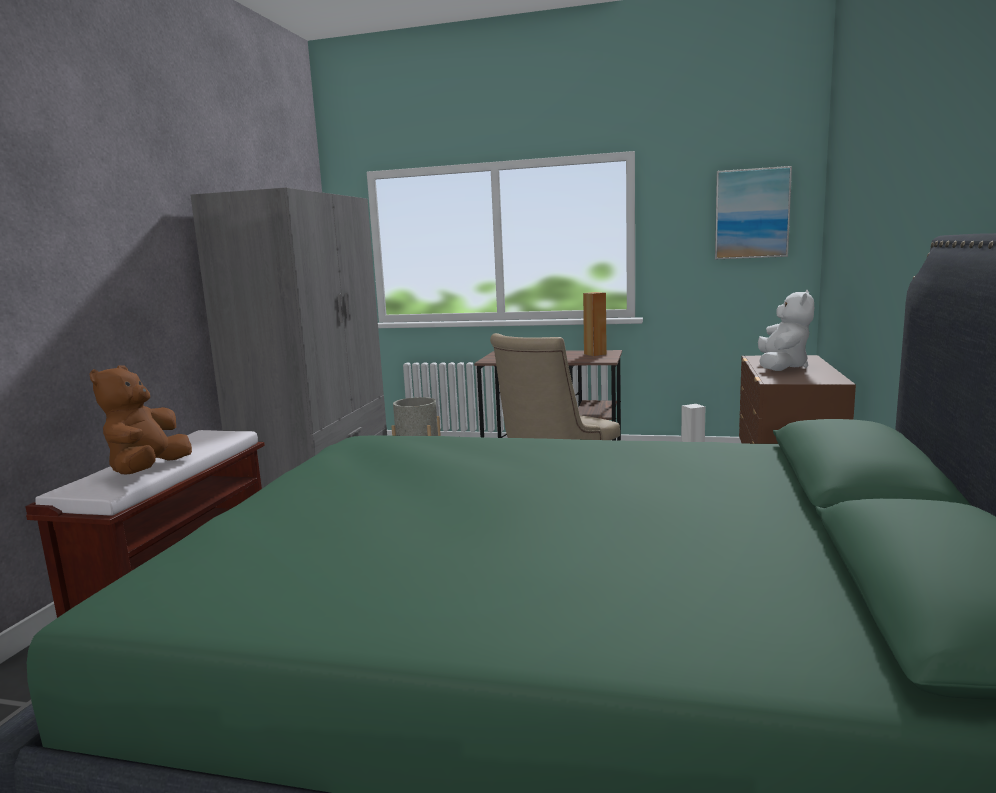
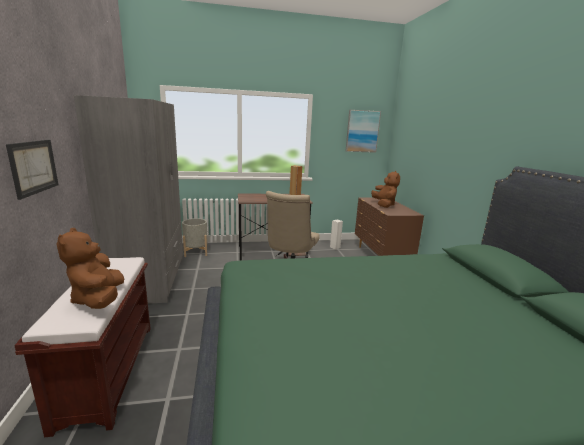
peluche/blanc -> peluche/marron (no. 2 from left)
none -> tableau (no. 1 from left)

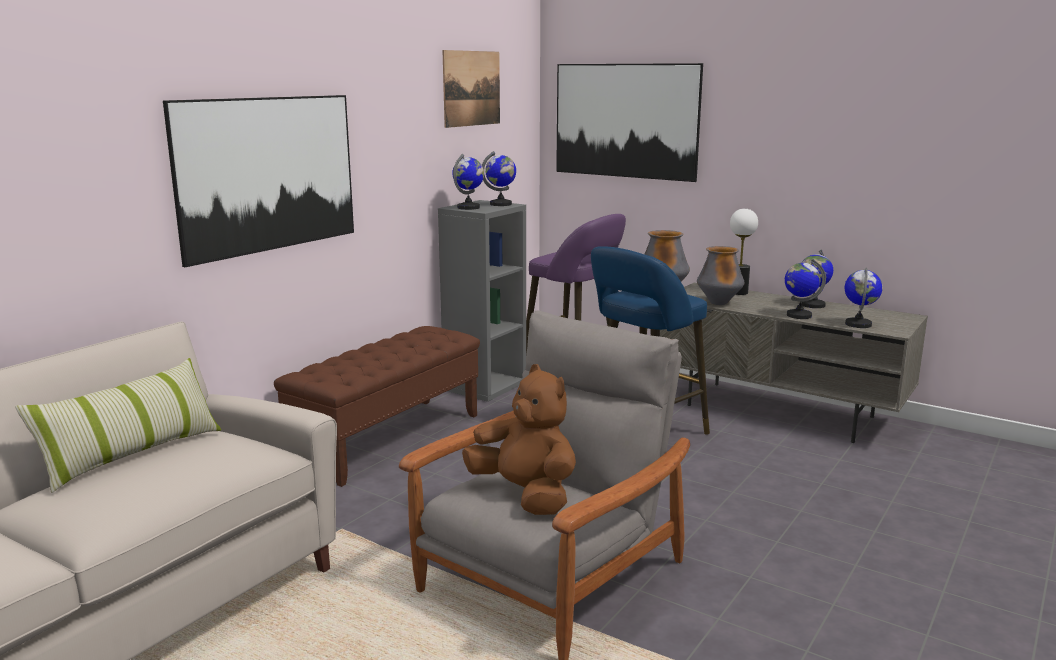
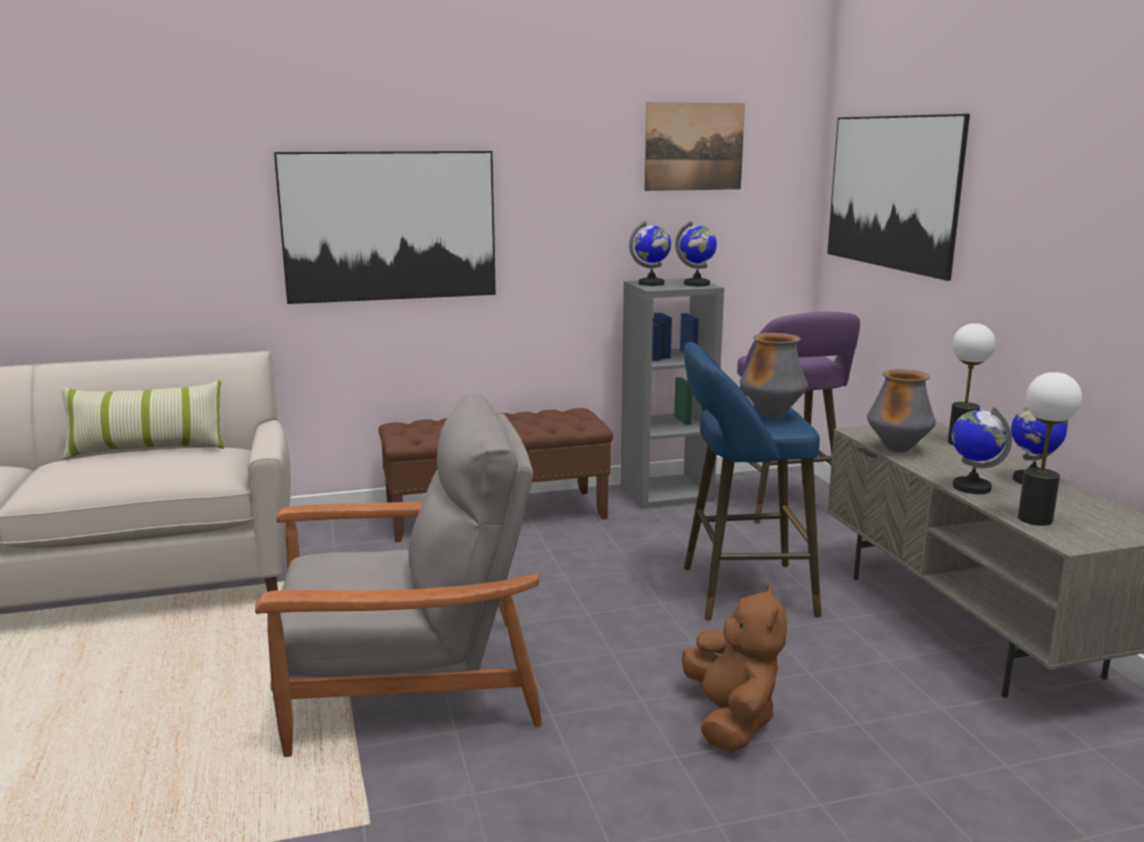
globe (no. 5 from left) -> lampe de table (no. 2 from left)
peluche/marron, shifted

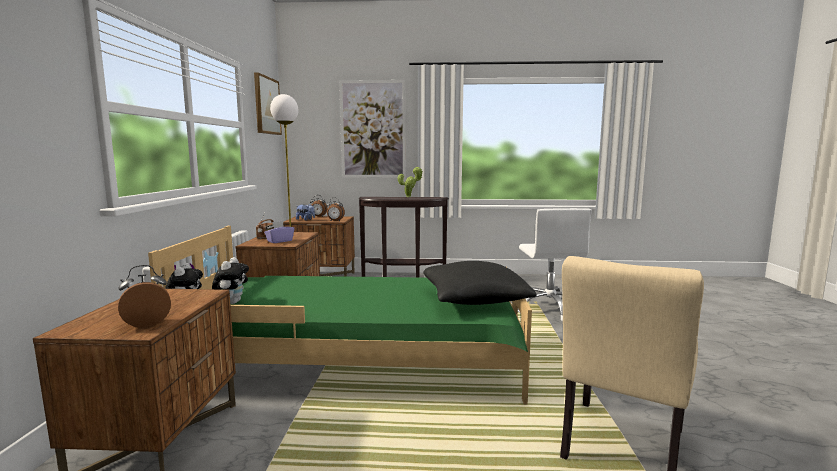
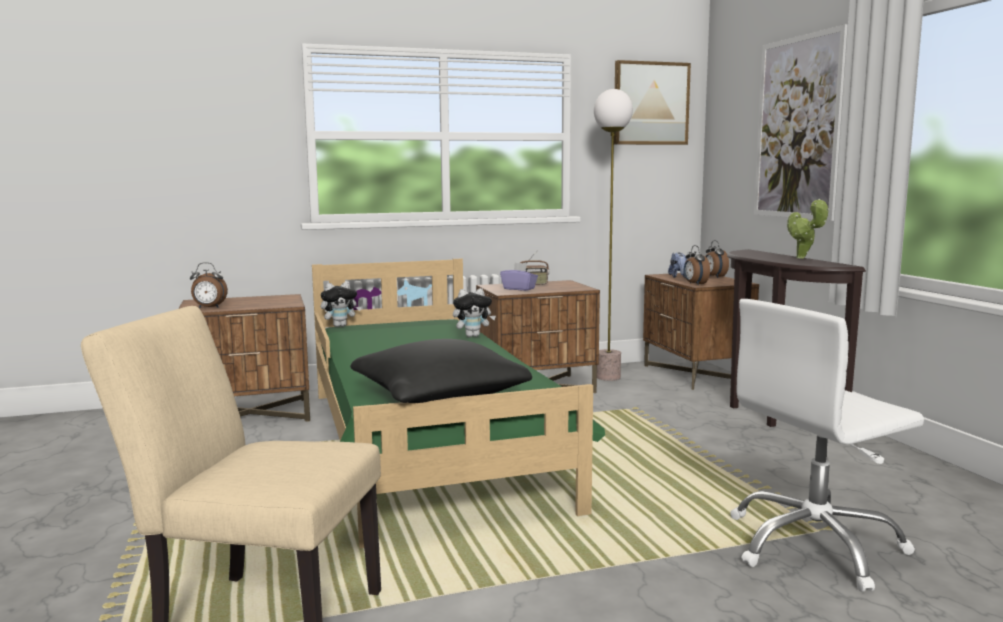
peluche (no. 2 from left), shifted
réveil (no. 1 from left), 135 degrees clockwise

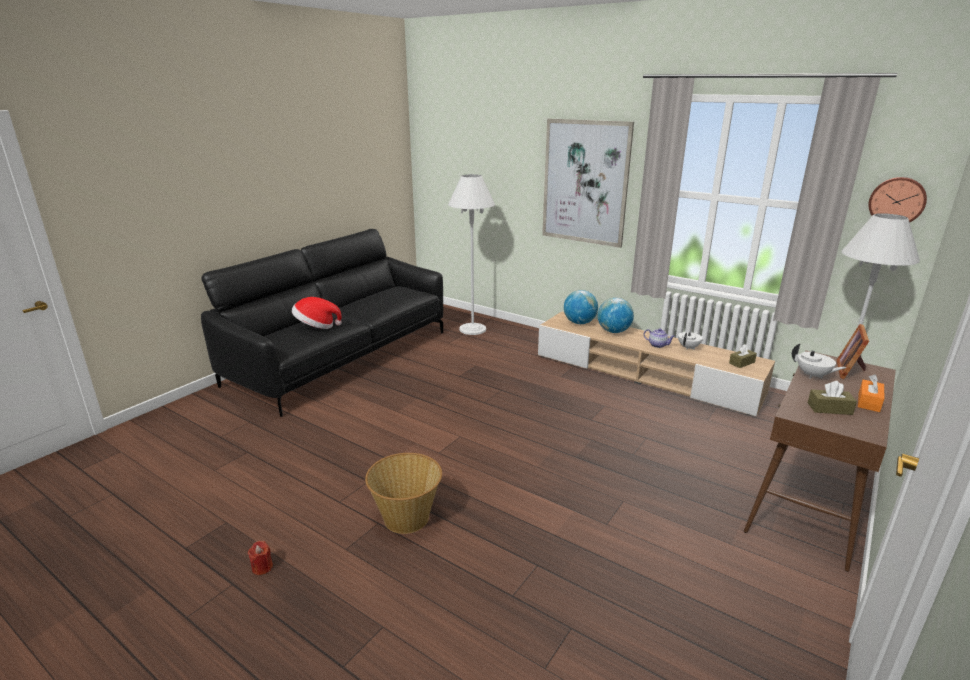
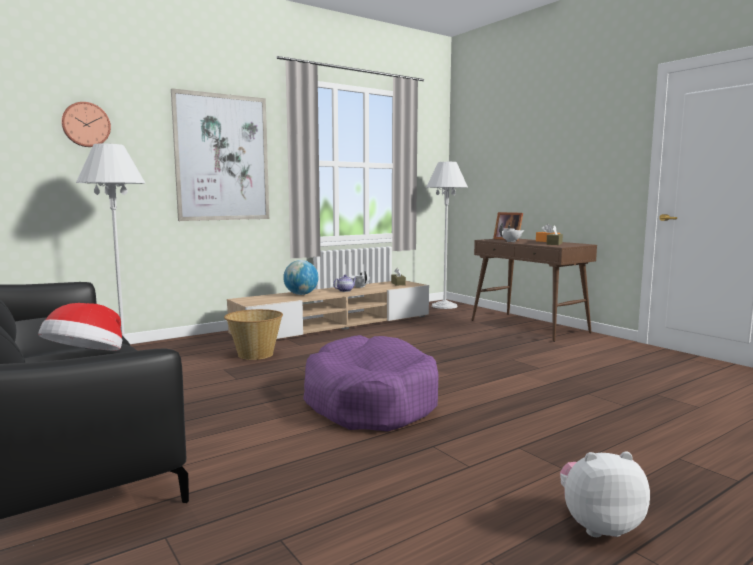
horloge murale, shifted
globe (no. 1 from left) -> none
panier, shifted
bougie/rouge -> peluche
none -> panier pour chien/violet

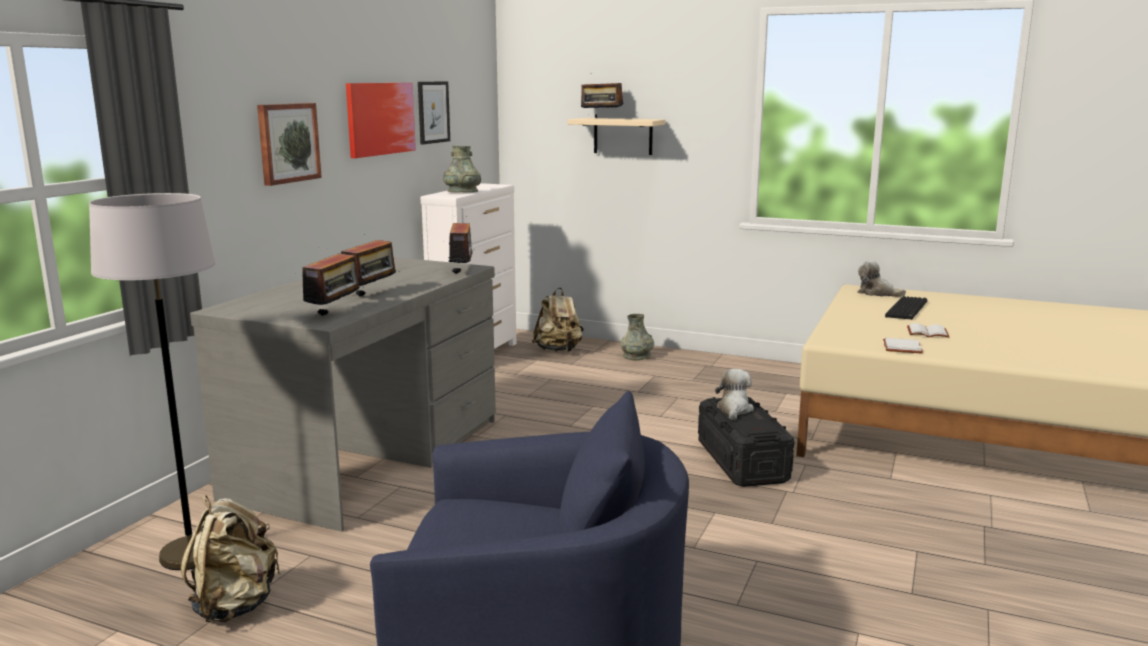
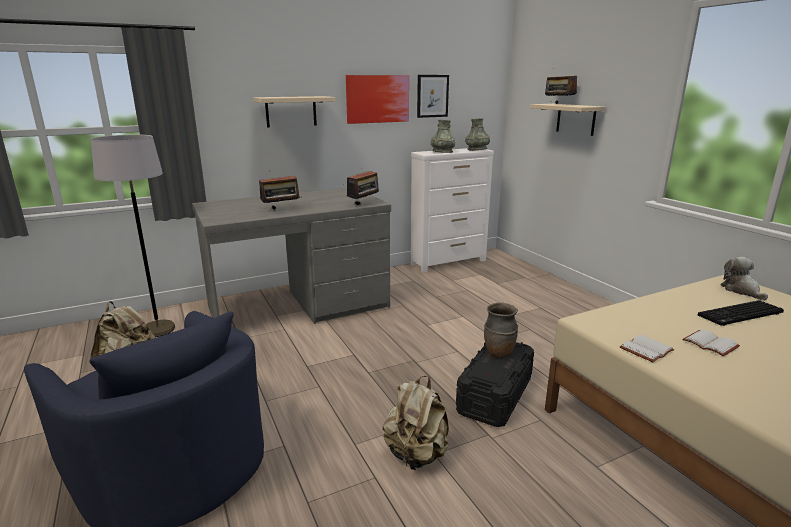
tableau (no. 1 from left) -> étagère/beige (no. 1 from left)
radio (no. 1 from left) -> none
sac à dos/beige (no. 2 from left), shifted
vase/gris (no. 2 from left), shifted
peluche (no. 1 from left) -> vase/marron

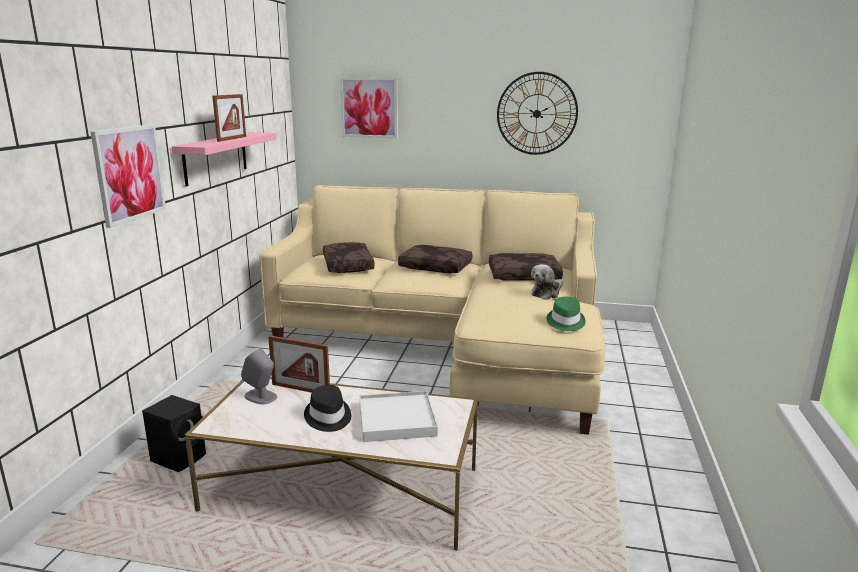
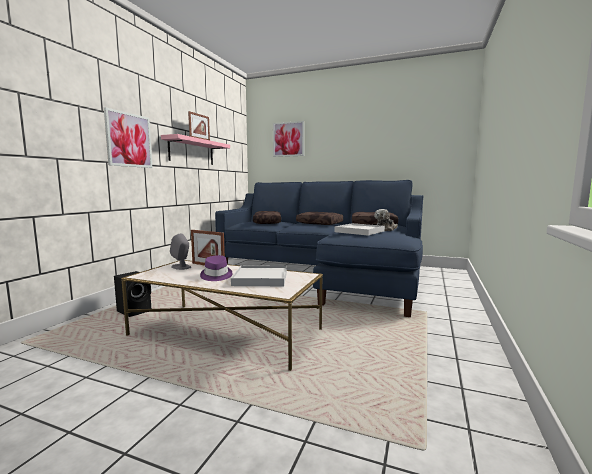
horloge murale -> none
canapé/beige -> canapé/bleu
chapeau/vert -> none
chapeau/noir -> chapeau/violet
none -> plateau/blanc (no. 2 from left)

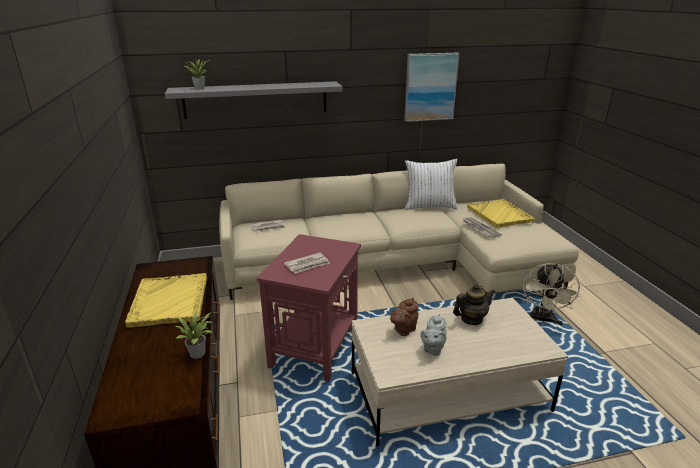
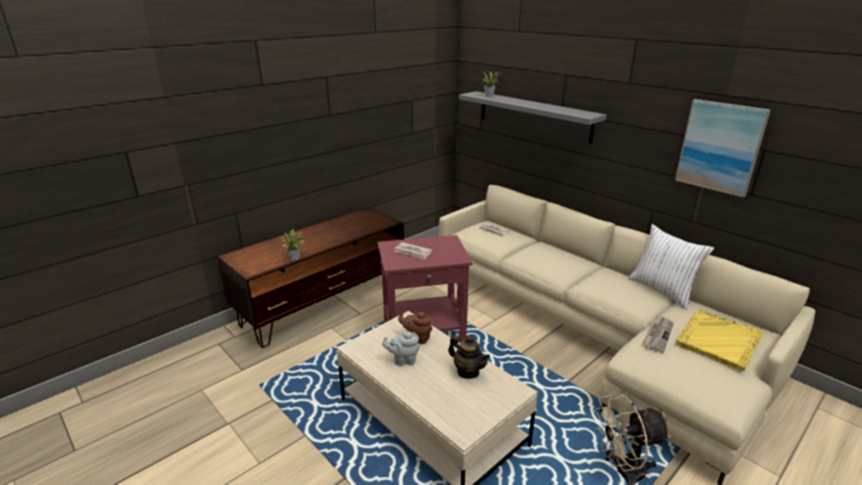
plateau/jaune (no. 1 from left) -> none

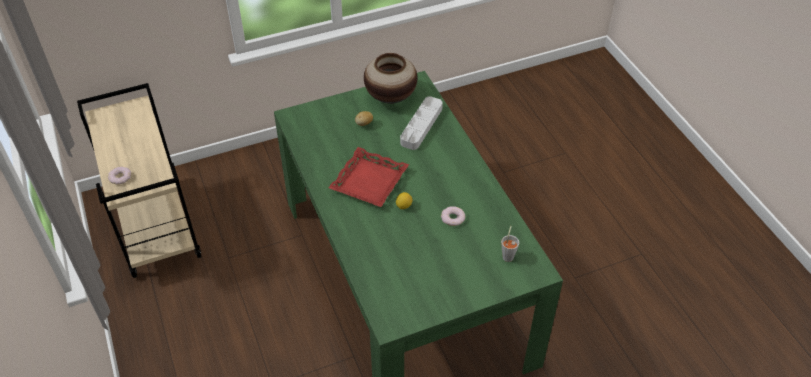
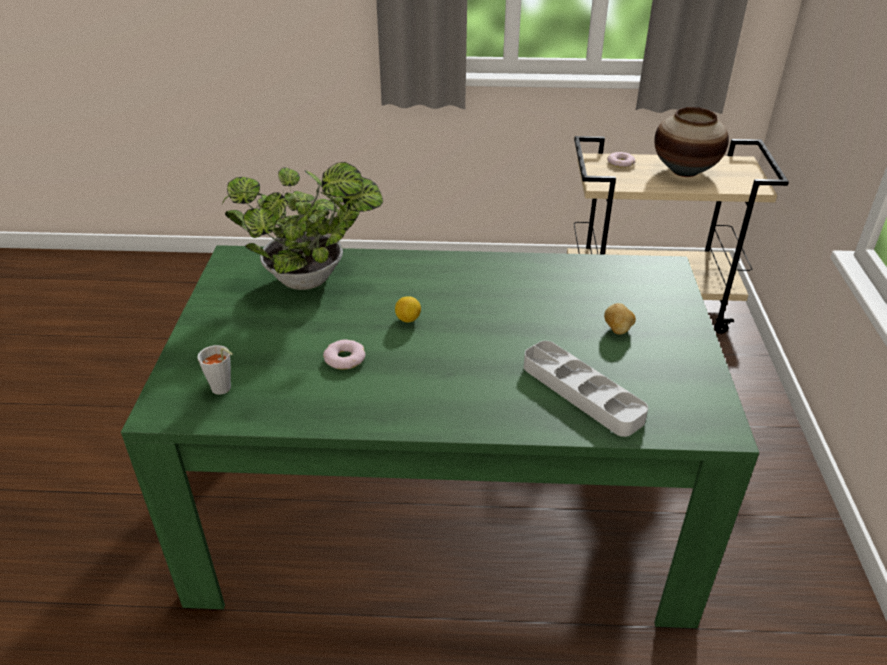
vase, shifted
plateau/rouge -> none
none -> plante en pot

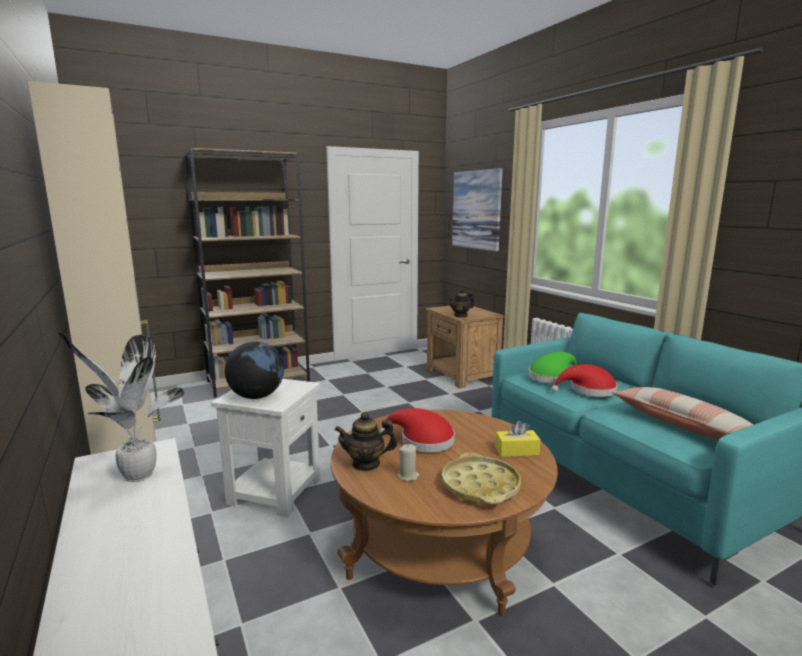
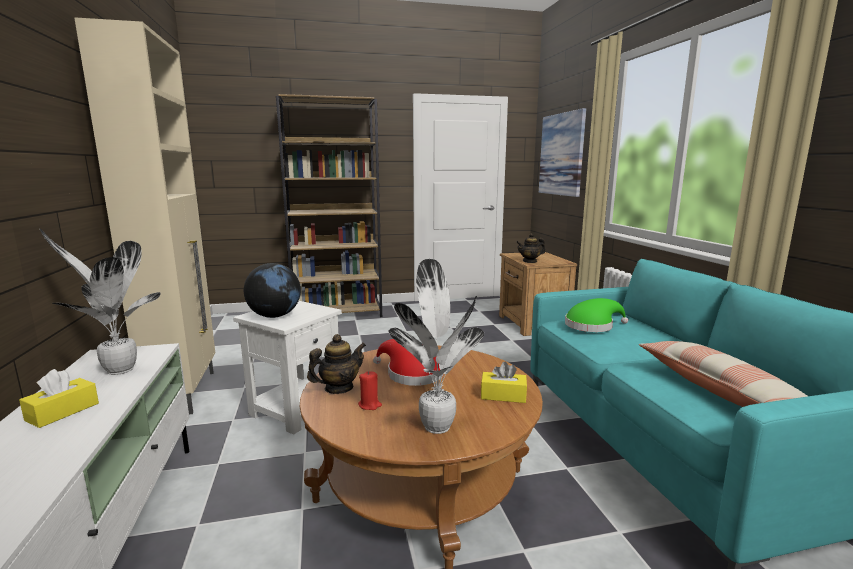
chapeau/rouge (no. 2 from left) -> none
théière (no. 1 from left), 135 degrees clockwise
bougie/beige -> bougie/rouge
plateau/jaune -> plante en pot (no. 2 from left)
none -> boîte à mouchoirs/jaune (no. 1 from left)

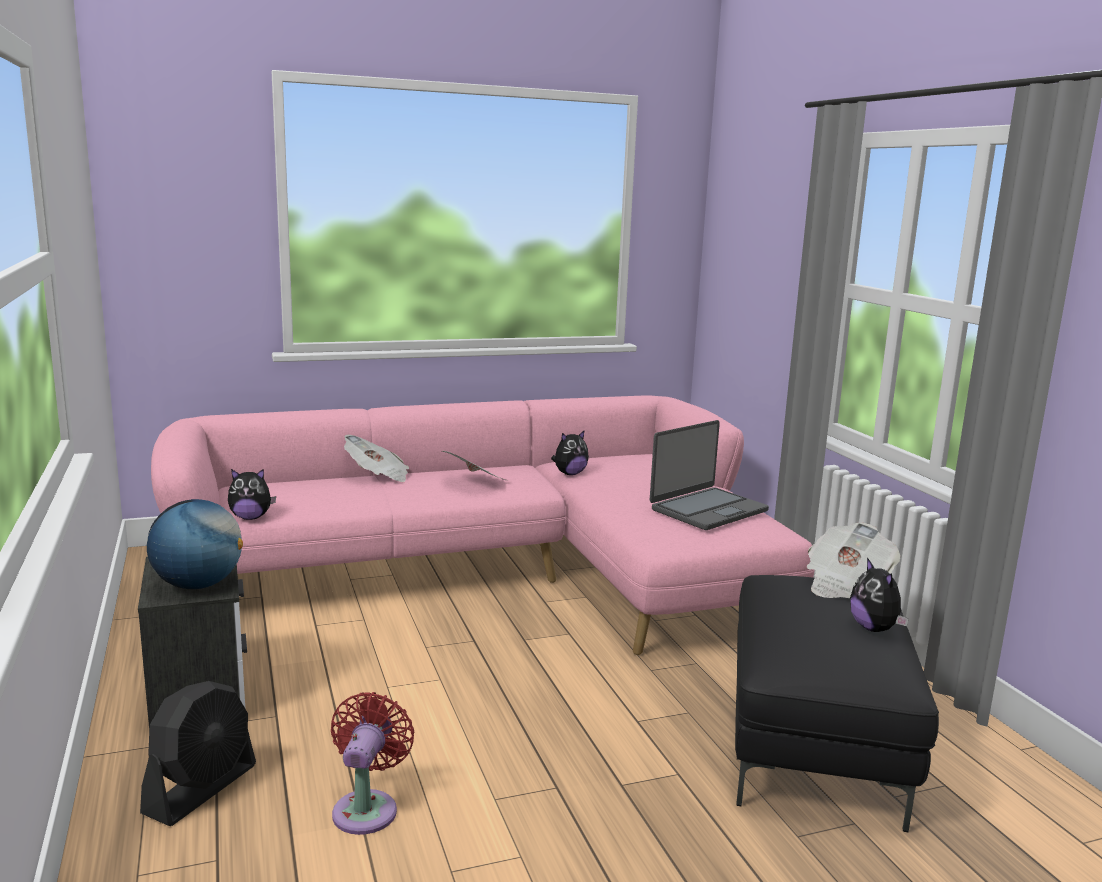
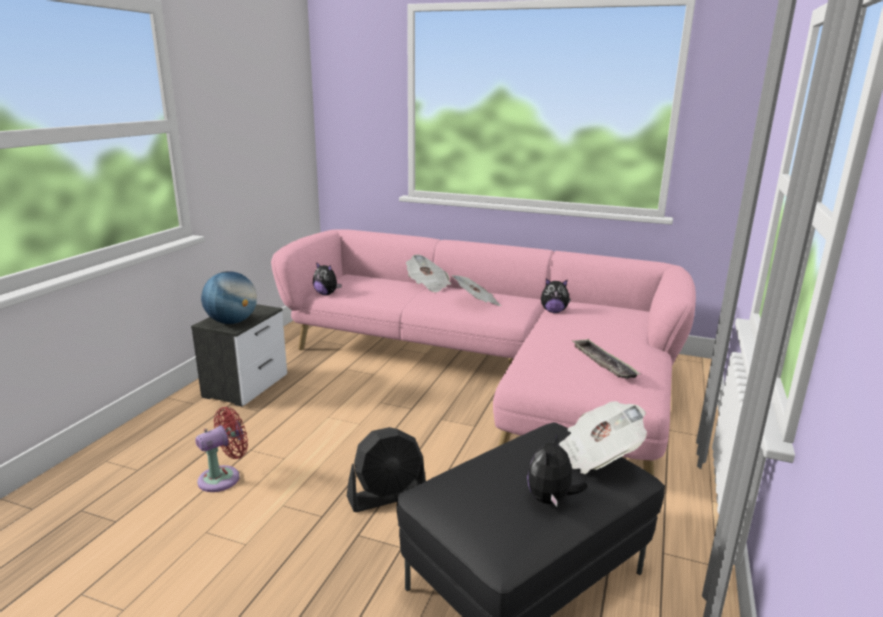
ordinateur portable -> plateau
ventilateur/noir, shifted

